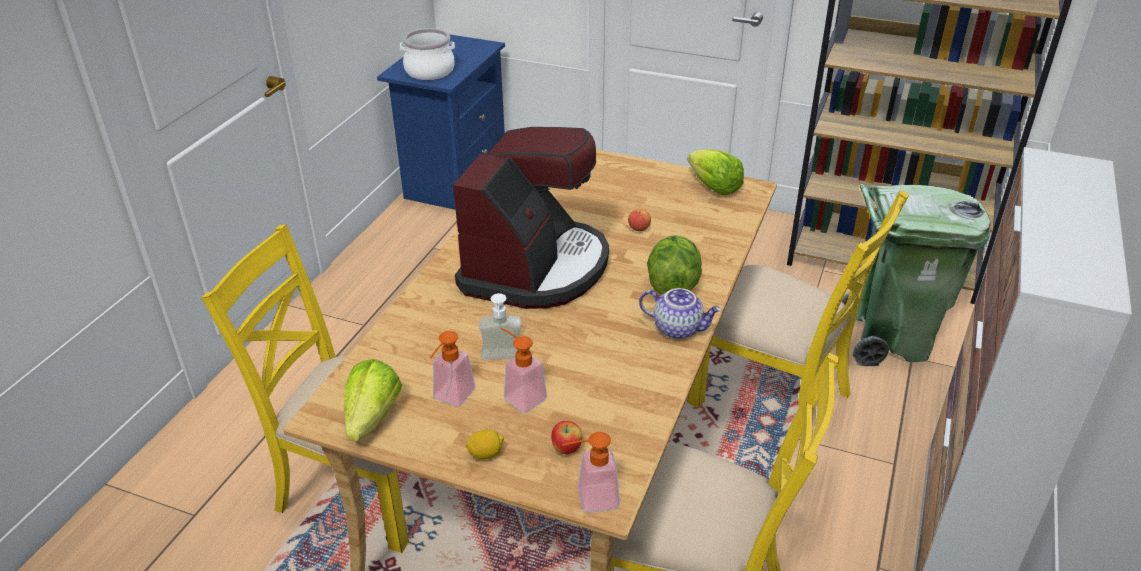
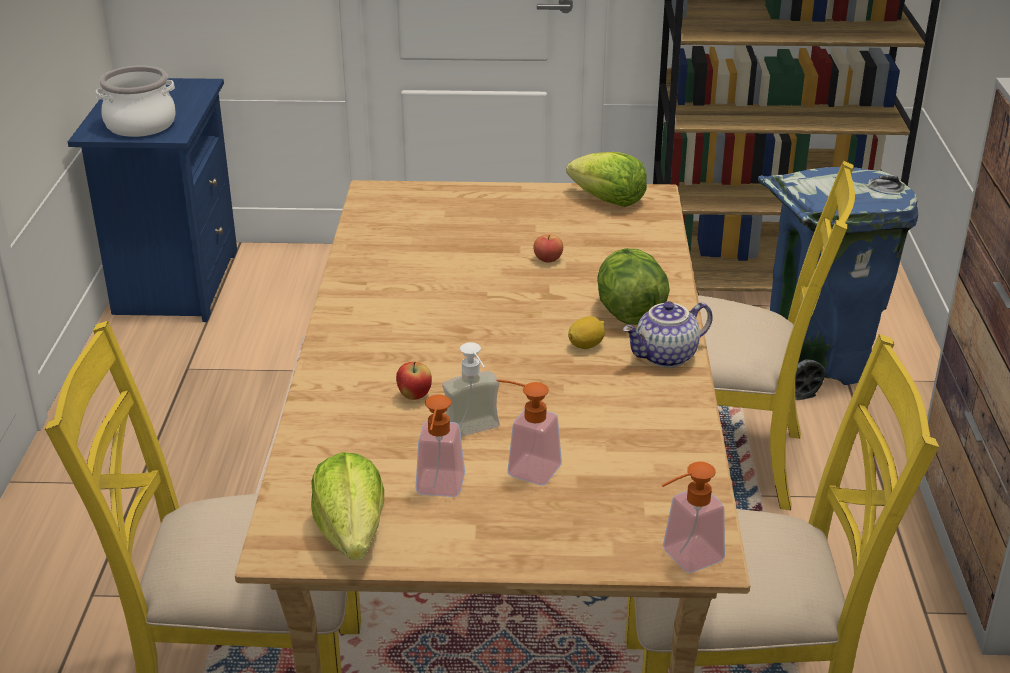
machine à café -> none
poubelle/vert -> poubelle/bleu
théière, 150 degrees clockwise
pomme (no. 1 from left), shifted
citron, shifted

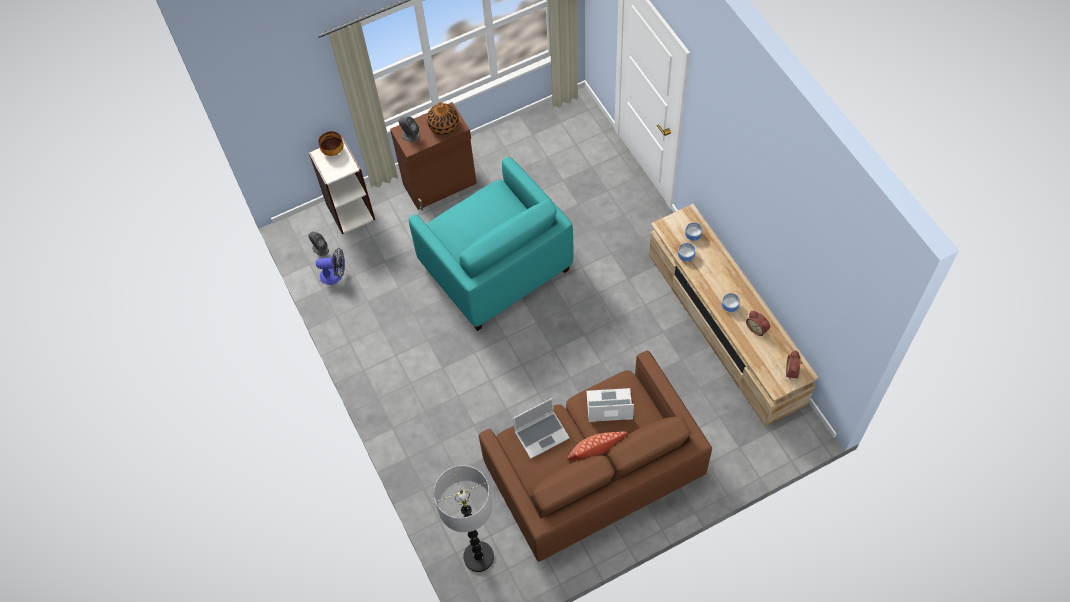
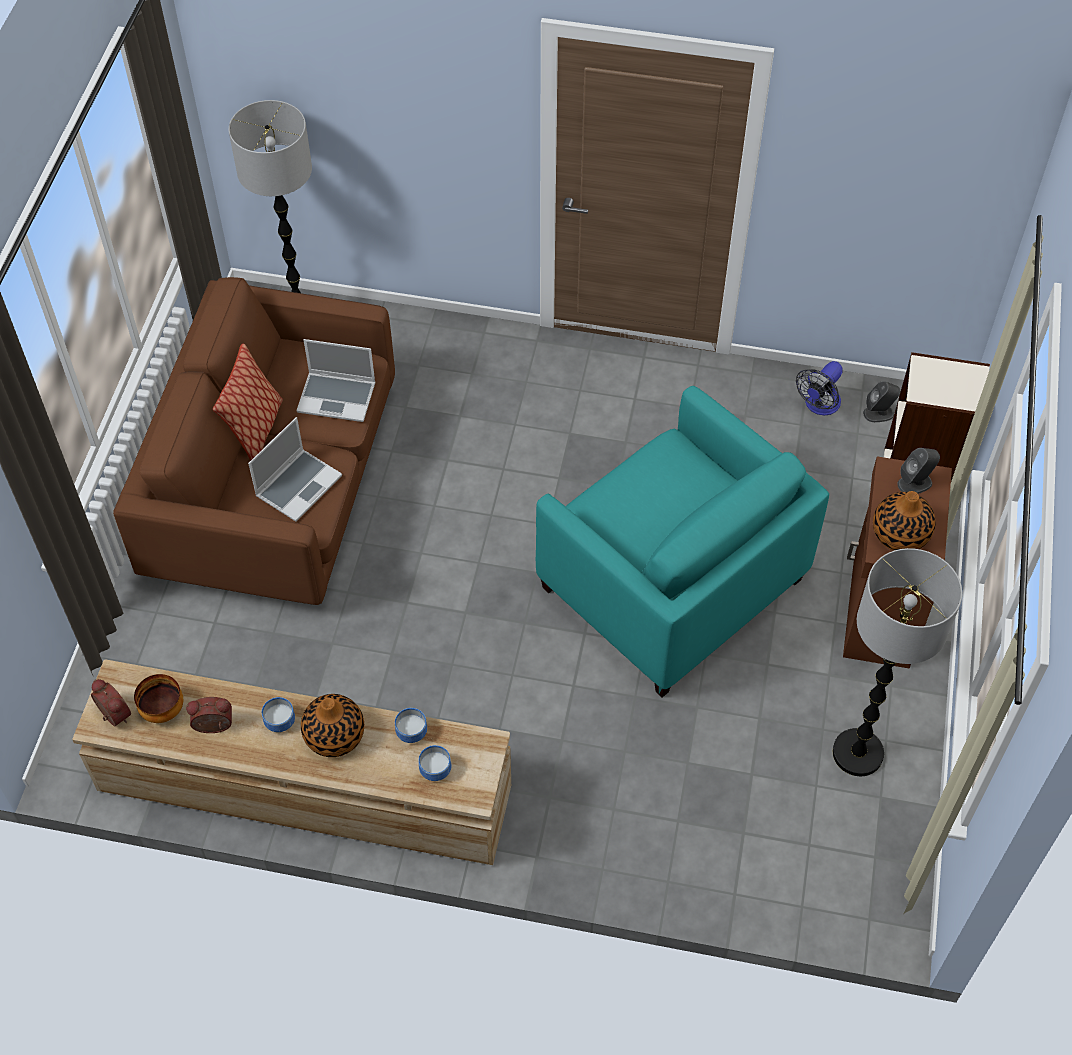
bol (no. 1 from left), shifted
fauteuil/turquoise, 135 degrees counterclockwise
ordinateur portable (no. 1 from left in the first image) -> ordinateur portable (no. 2 from left), 90 degrees counterclockwise
none -> lampadaire (no. 2 from left)
none -> vase (no. 1 from left)

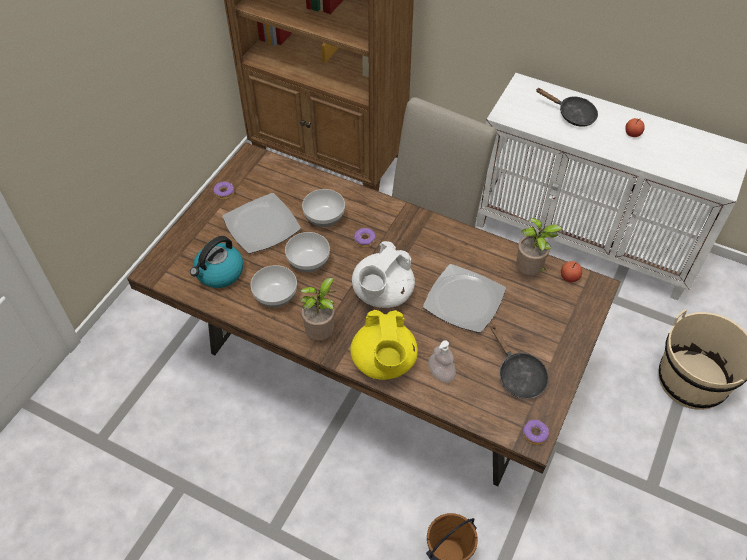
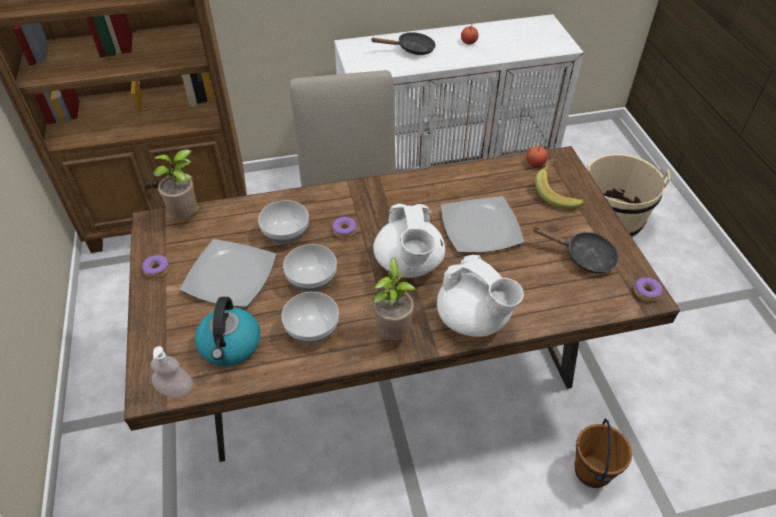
plante en pot (no. 2 from left in the first image) -> plante en pot (no. 1 from left), shifted
théière/jaune -> théière/blanc (no. 2 from left)
distributeur de savon, shifted
none -> banane

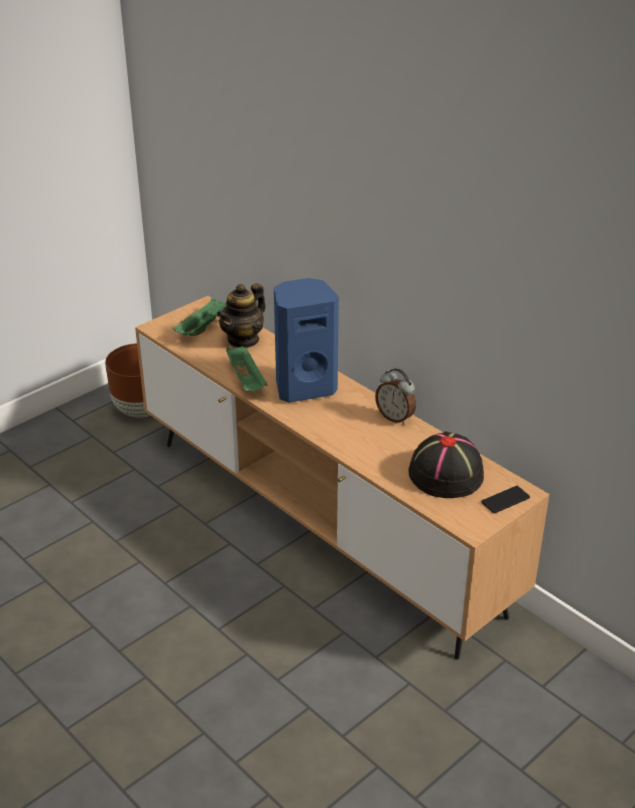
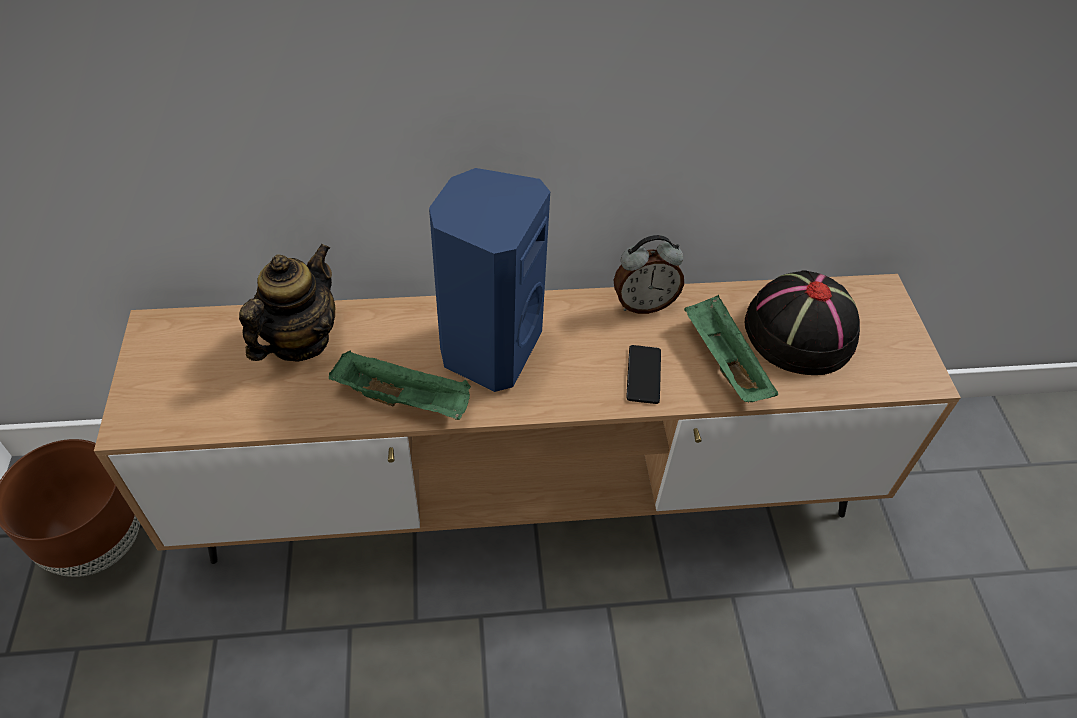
théière, 135 degrees counterclockwise
plateau/vert (no. 1 from left in the first image) -> plateau/vert (no. 2 from left), shifted
téléphone, shifted

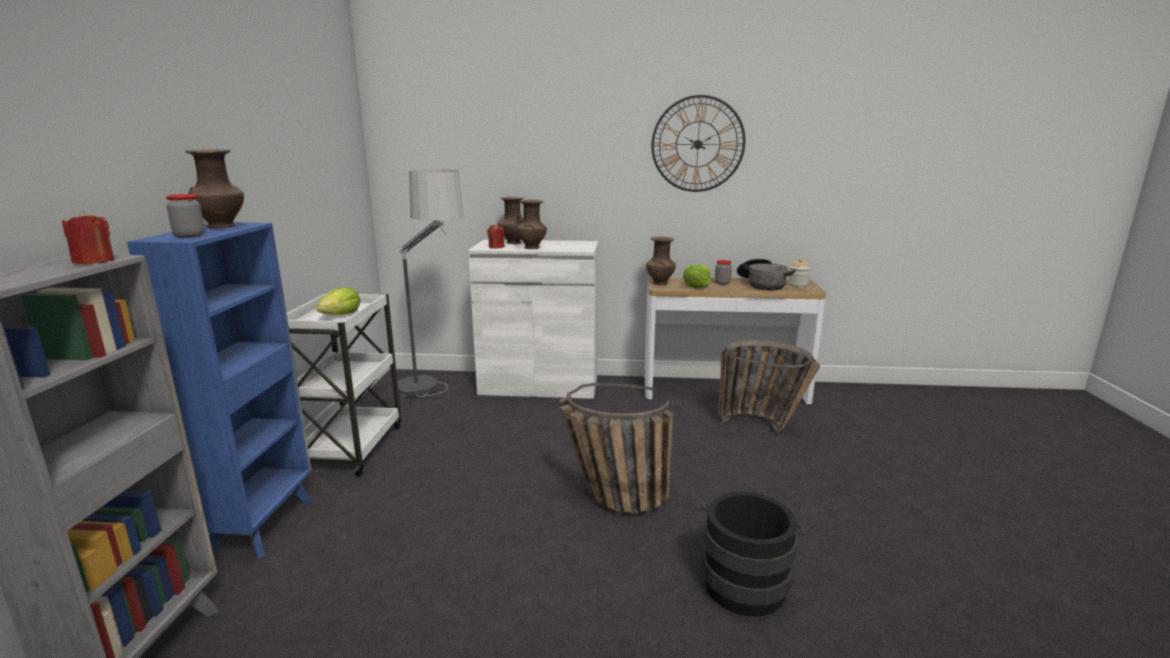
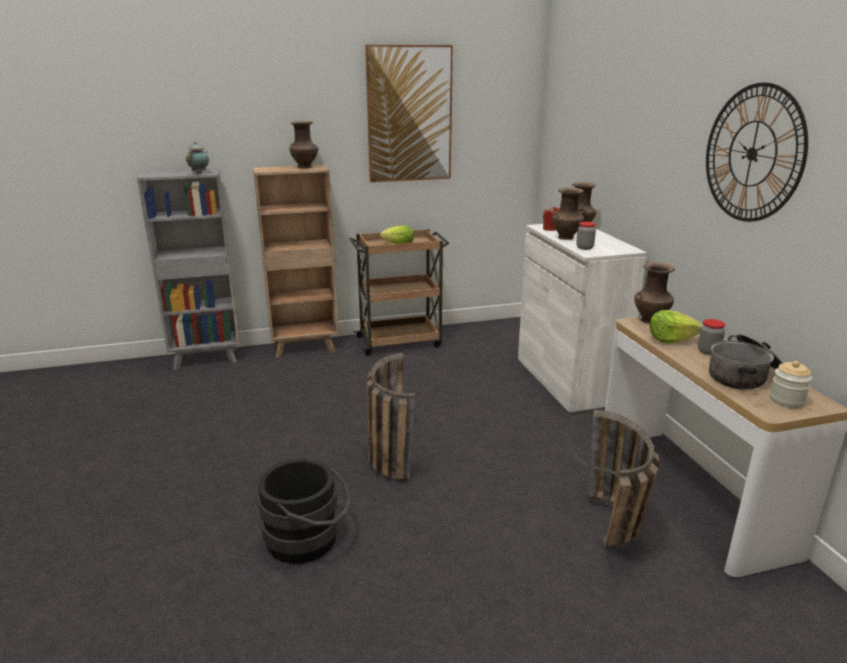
lampadaire -> none
bocal (no. 1 from left), shifted
bougie/rouge (no. 1 from left) -> théière
bibliothèque/bleu -> bibliothèque/marron
chariot/blanc -> chariot/marron
none -> tableau

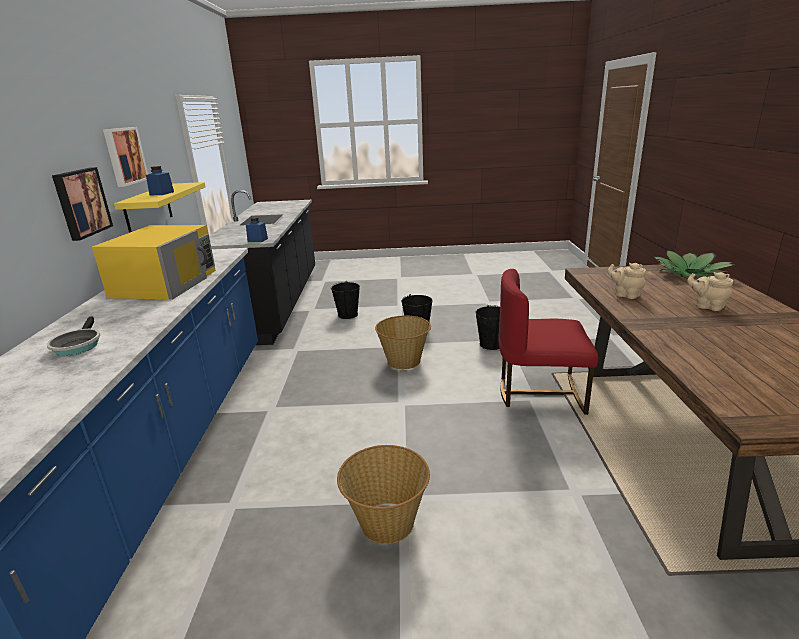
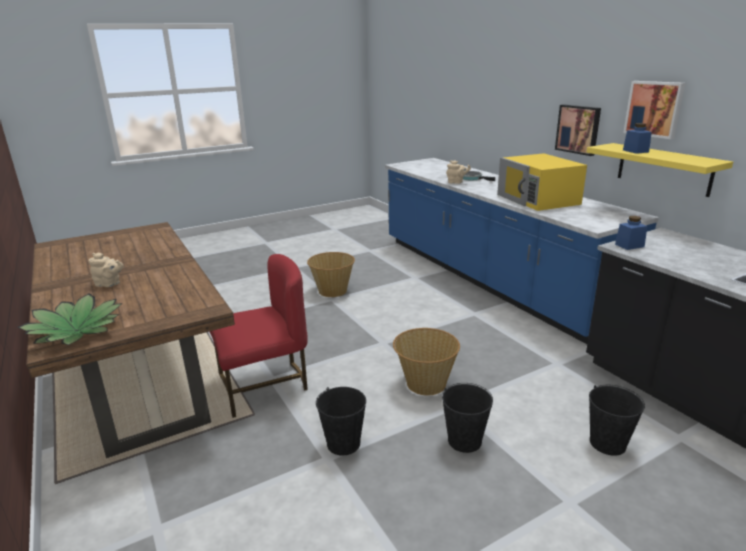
théière/beige (no. 1 from left in the first image) -> théière/beige (no. 2 from left), shifted

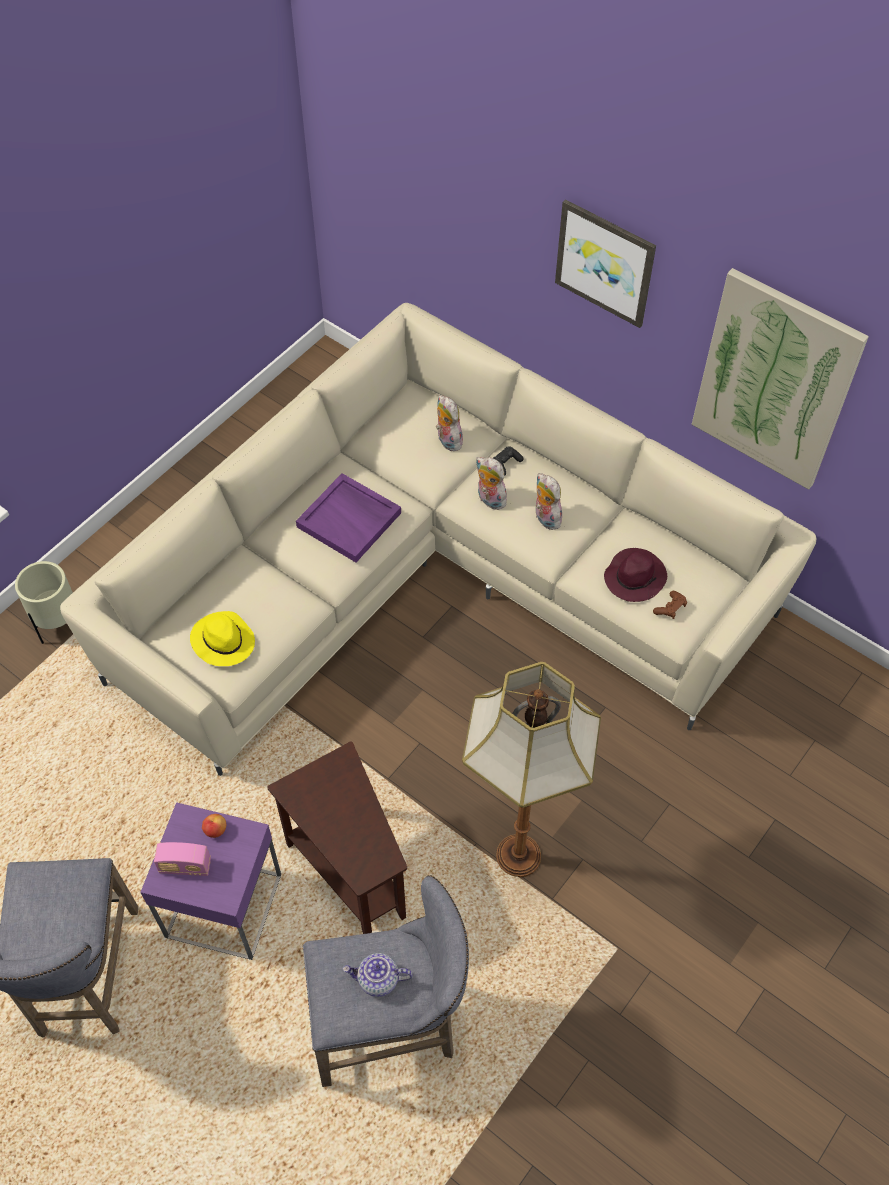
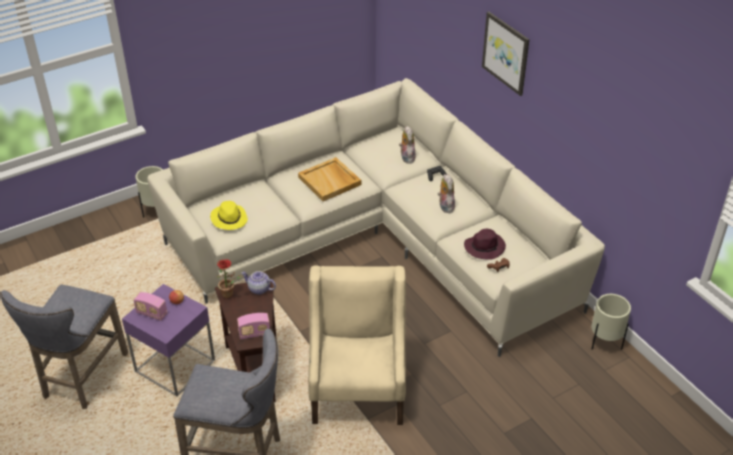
tableau (no. 2 from left) -> none
peluche (no. 2 from left) -> none
plateau/violet -> plateau/beige
lampadaire -> fauteuil/beige
théière, shifted
none -> plante en pot
none -> cache-pot/beige (no. 2 from left)
none -> radio (no. 2 from left)

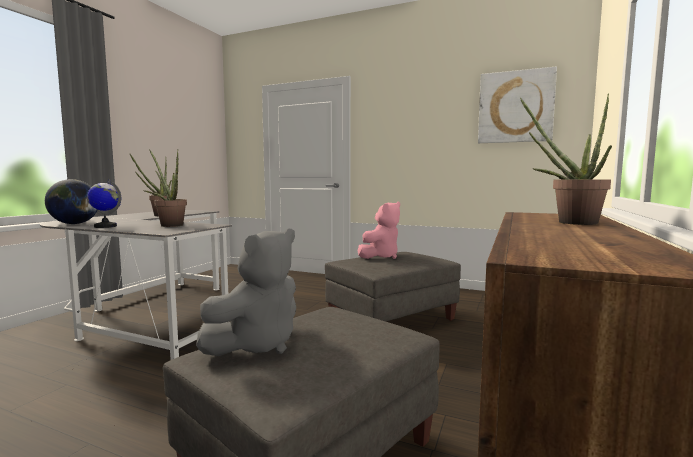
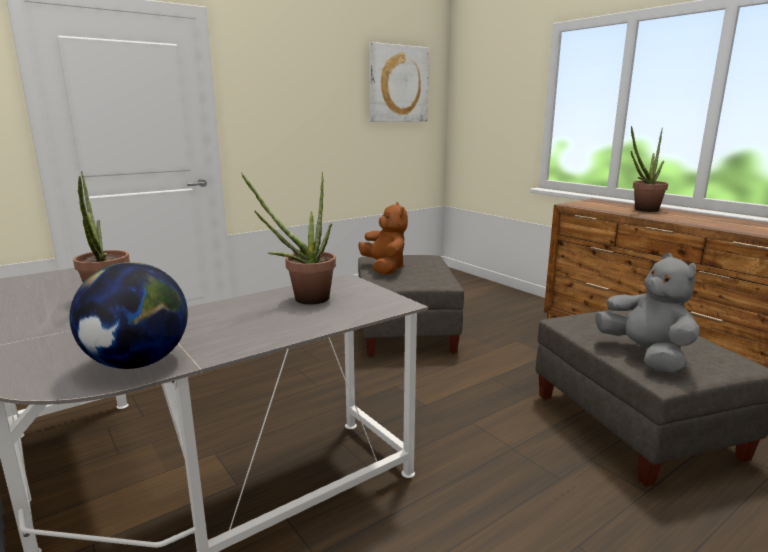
globe (no. 2 from left) -> none
peluche/rose -> peluche/marron

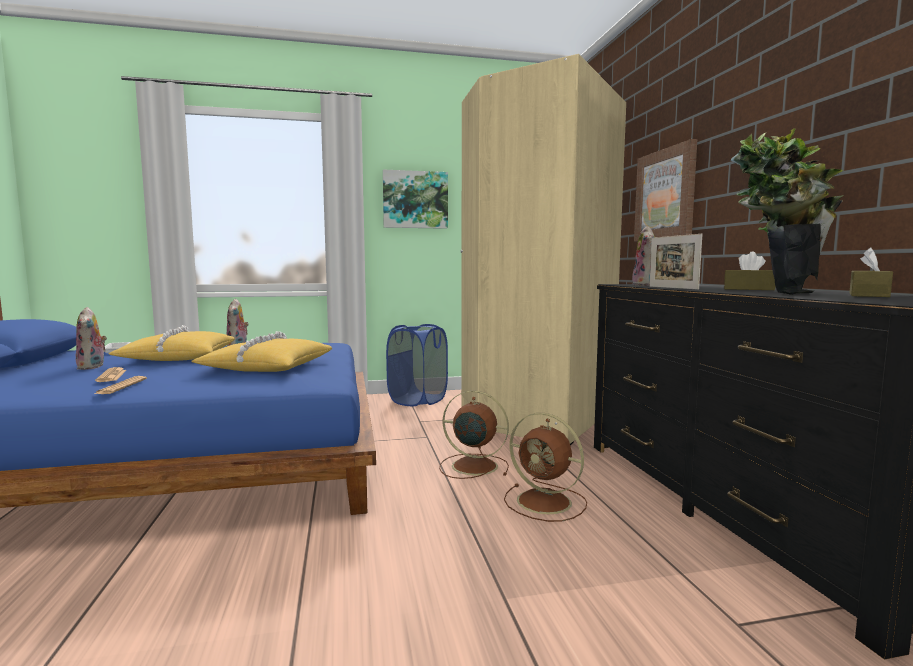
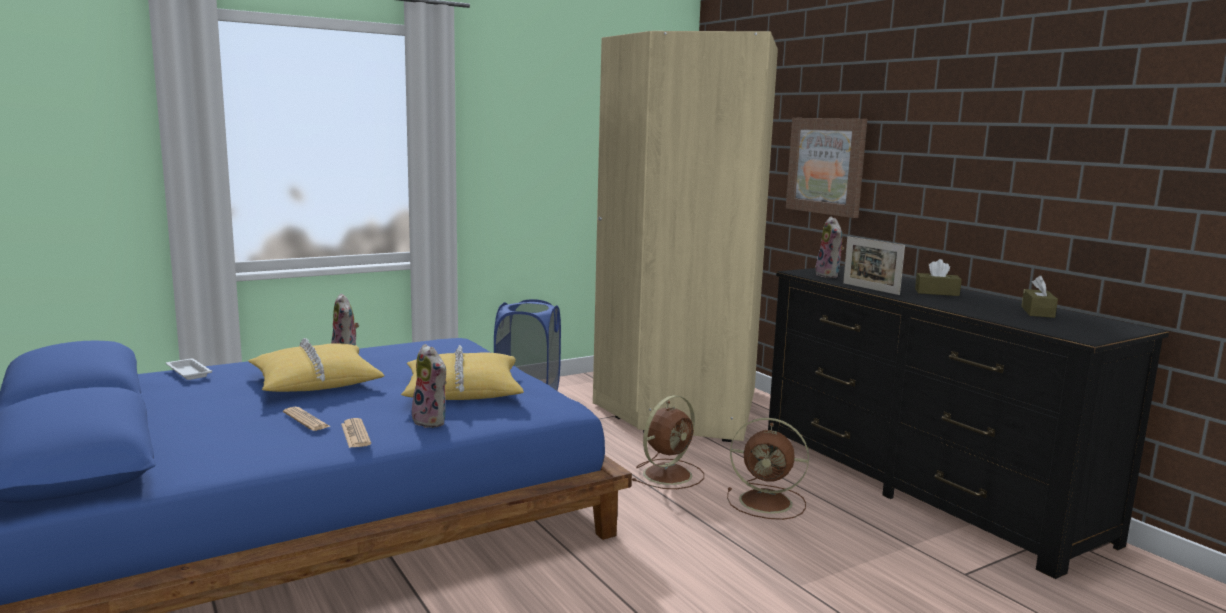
plante en pot -> none
tableau (no. 1 from left) -> none
peluche (no. 1 from left in the first image) -> peluche (no. 2 from left), shifted
ventilateur/marron (no. 1 from left), 135 degrees clockwise

